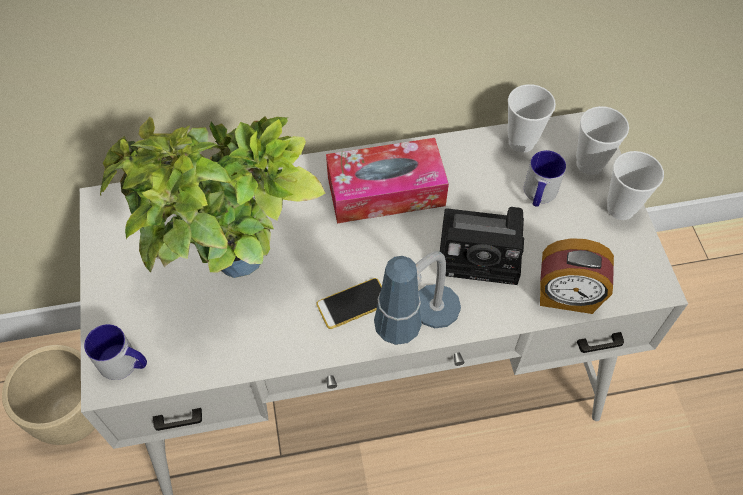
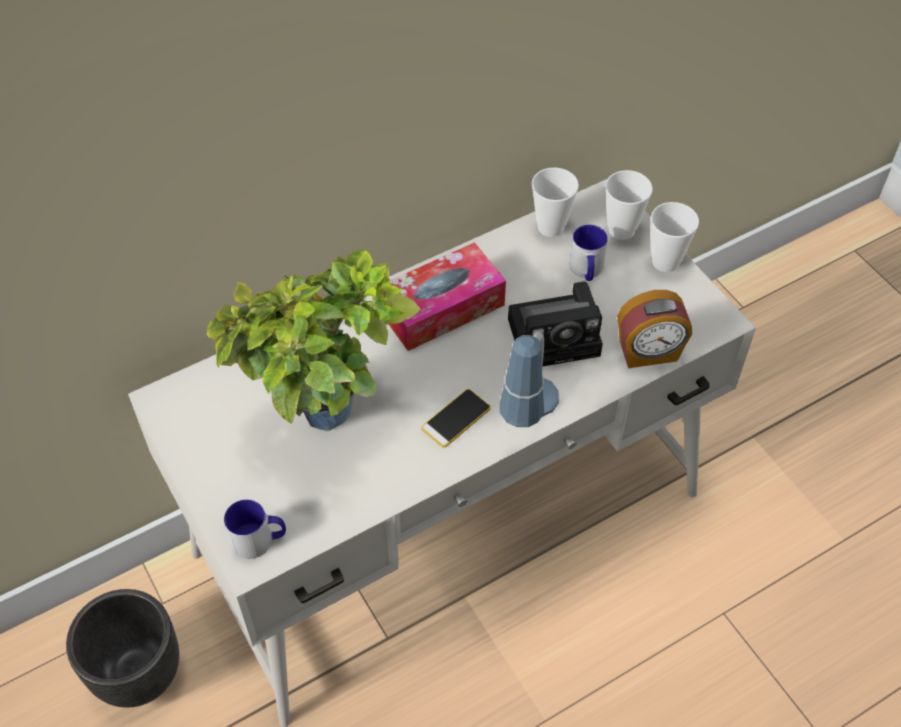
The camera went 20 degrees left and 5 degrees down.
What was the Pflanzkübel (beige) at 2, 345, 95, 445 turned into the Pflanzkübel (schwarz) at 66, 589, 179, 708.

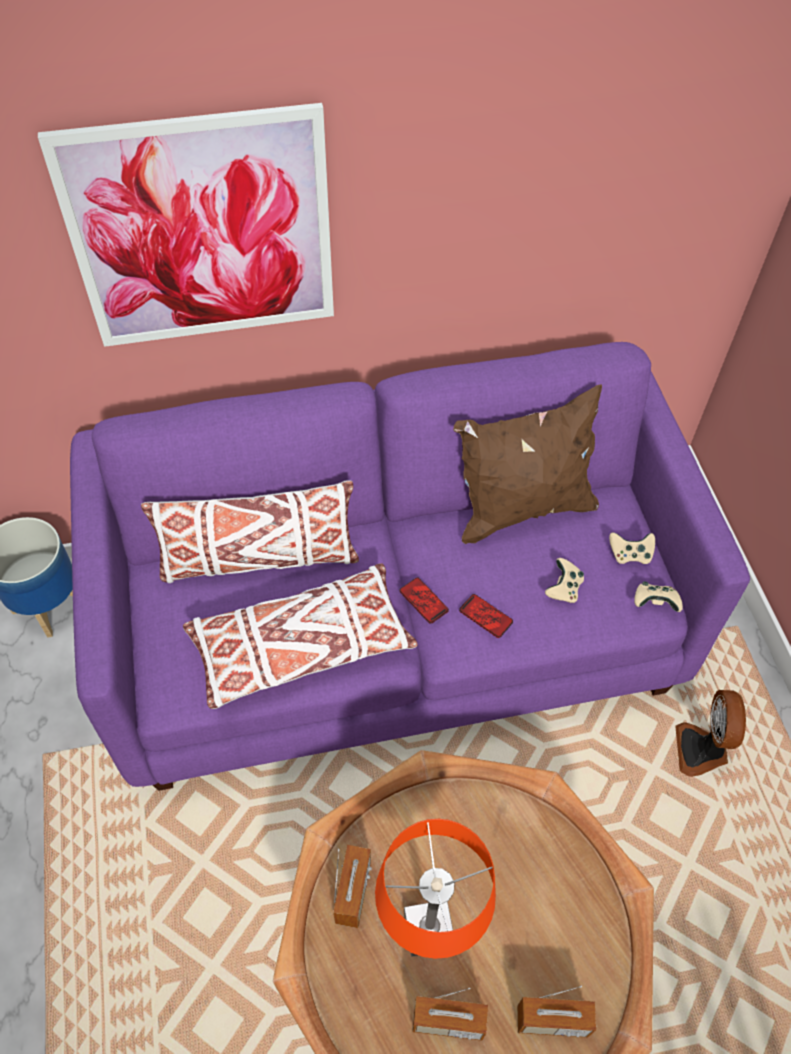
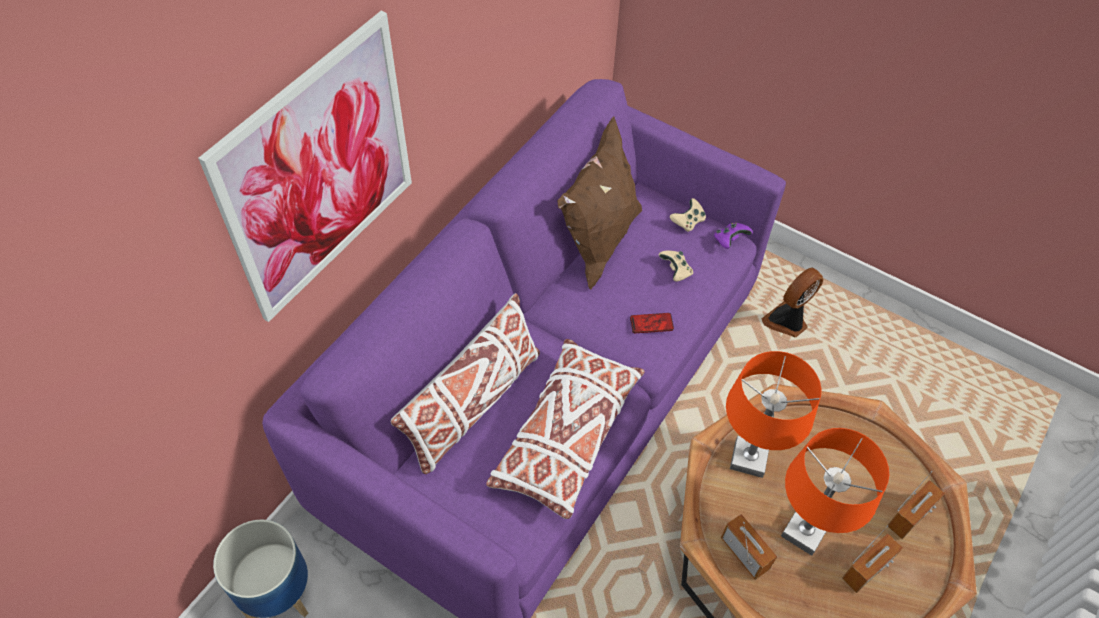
The camera went 45 degrees left and 0 degrees up.
The second view lost the Handy at 400, 577, 449, 624.
The second view gained the Tischlampe (orange) at 726, 351, 821, 478.
What was the Gamepad (beige) at 634, 581, 683, 612 turned into the Gamepad (lila) at 714, 223, 753, 249.
The Ventilator at 675, 690, 746, 777 ended up facing another way, 90 degrees clockwise from before.

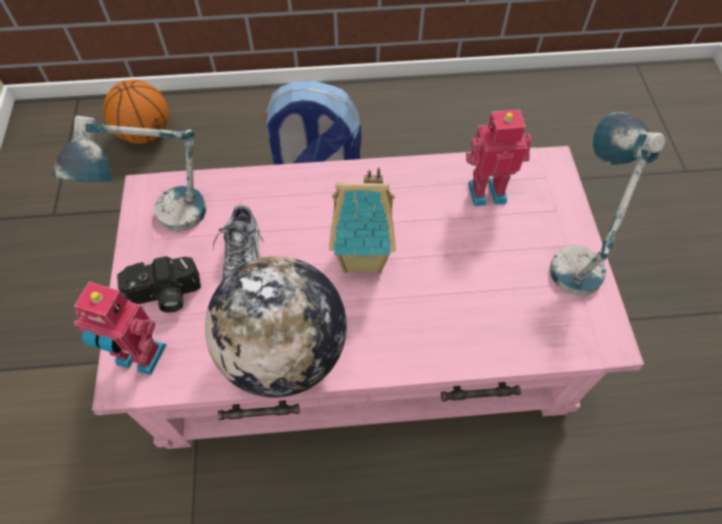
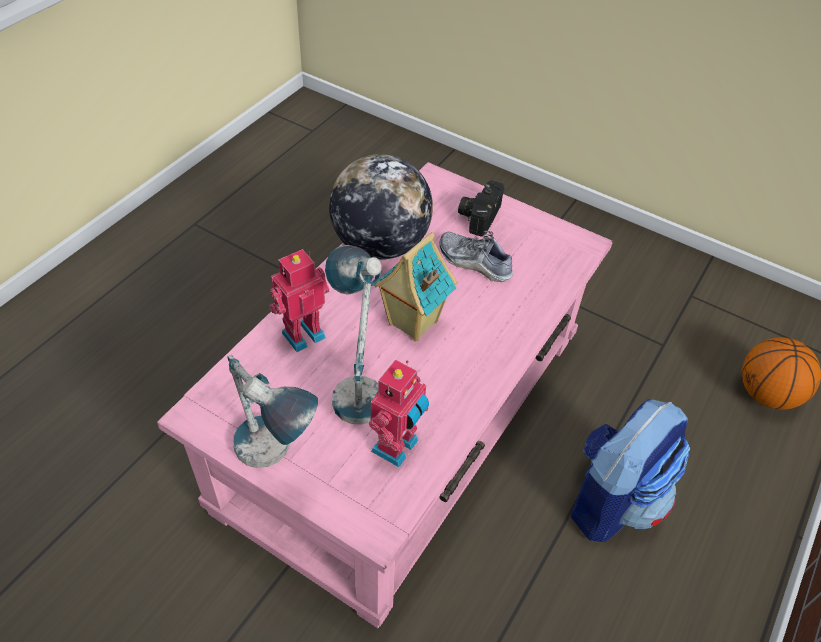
The camera went 125 degrees right and 10 degrees down.
The Tischlampe ended up elsewhere, having gone from 52, 116, 207, 232 to 325, 245, 382, 425.
The Spielzeugroboter ended up elsewhere, having gone from 74, 282, 167, 376 to 269, 249, 329, 352.

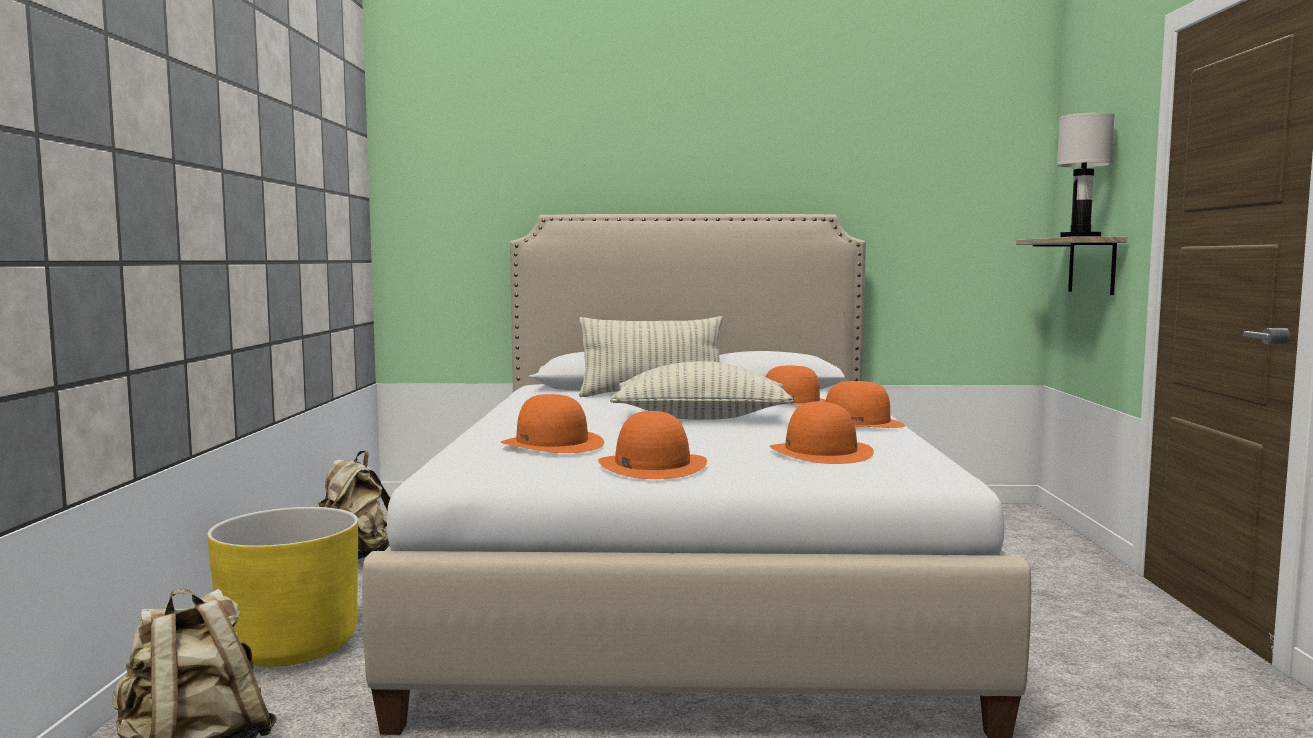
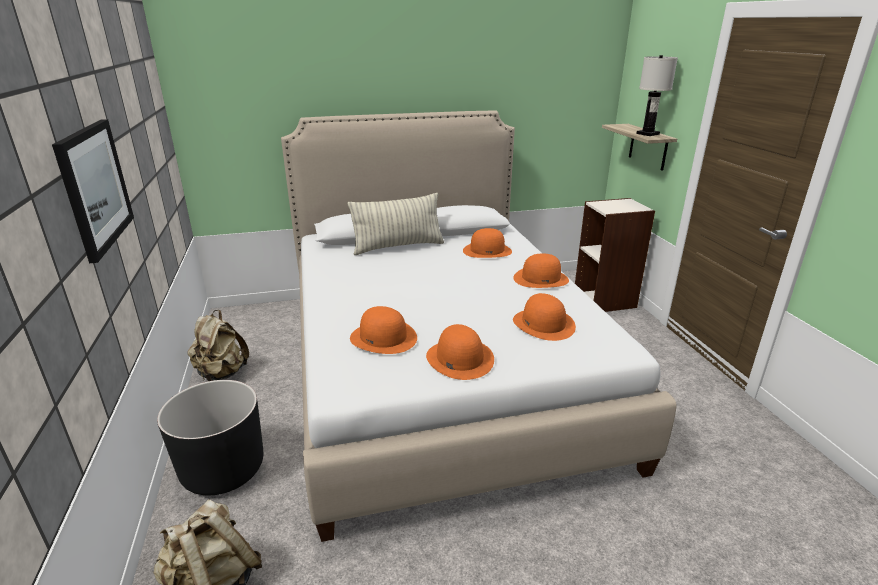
The camera went 15 degrees left and 20 degrees up.
The second view lost the Kissen at 610, 361, 794, 420.
The second view gained the Bild at 52, 119, 134, 263.
The second view gained the Bücherregal at 575, 198, 655, 312.
What was the Pflanzkübel (gelb) at 207, 507, 358, 667 turned into the Pflanzkübel (schwarz) at 157, 380, 263, 495.

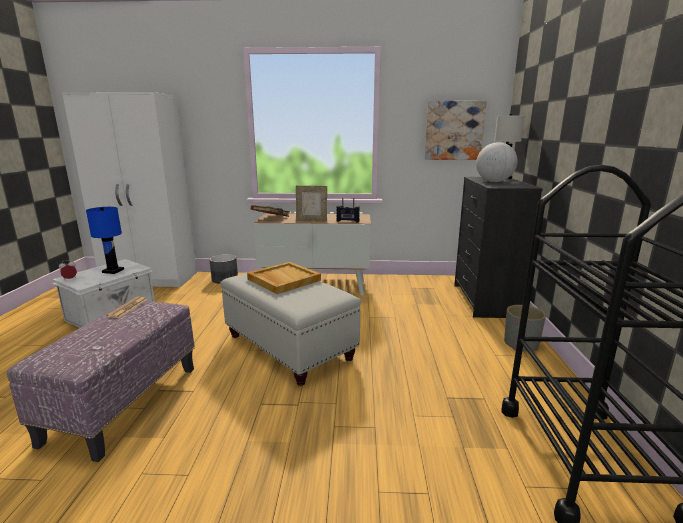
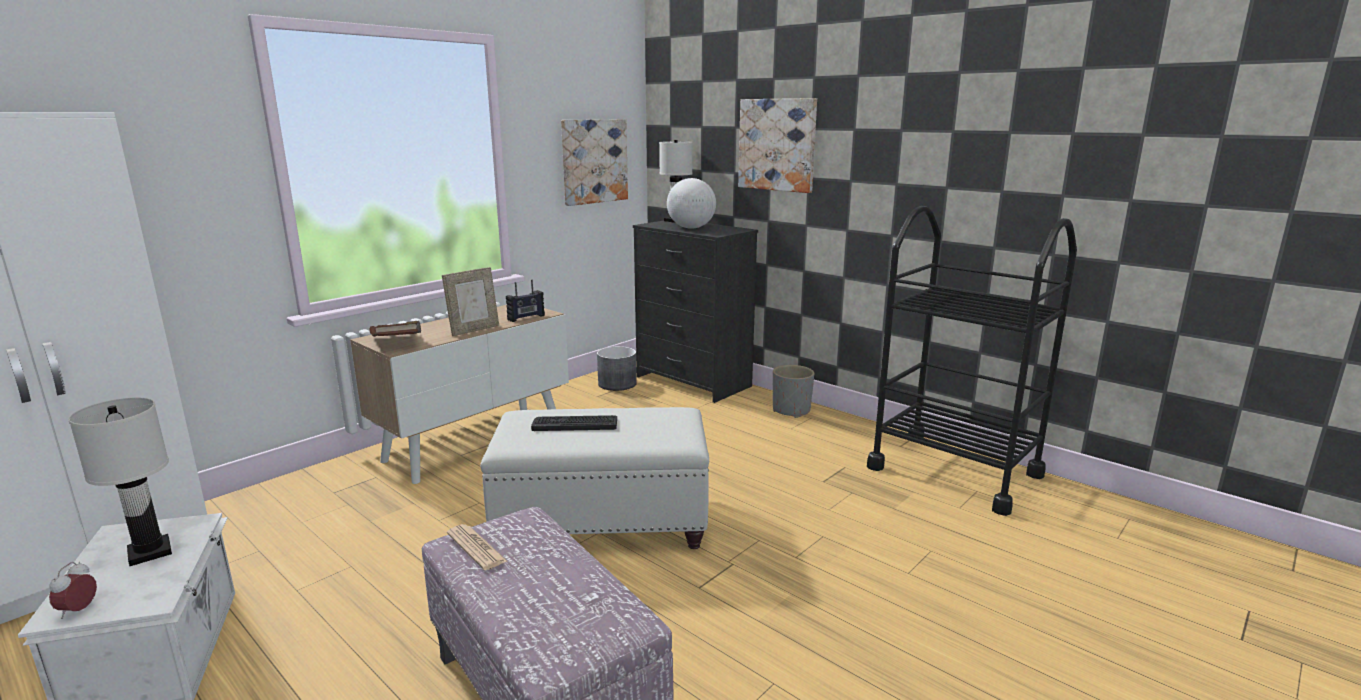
The camera went 50 degrees left and 0 degrees up.
The second view gained the Bild at 738, 98, 817, 193.
The Pflanzkübel (grau) ended up elsewhere, having gone from 209, 254, 238, 284 to 597, 346, 637, 391.
Where the Tablett (beige) stood at 247, 262, 321, 294, the Tastatur came to stand at 531, 415, 617, 431.
What was the Tischlampe (blau) at 86, 207, 124, 274 turned into the Tischlampe (weiß) at 68, 398, 172, 566.

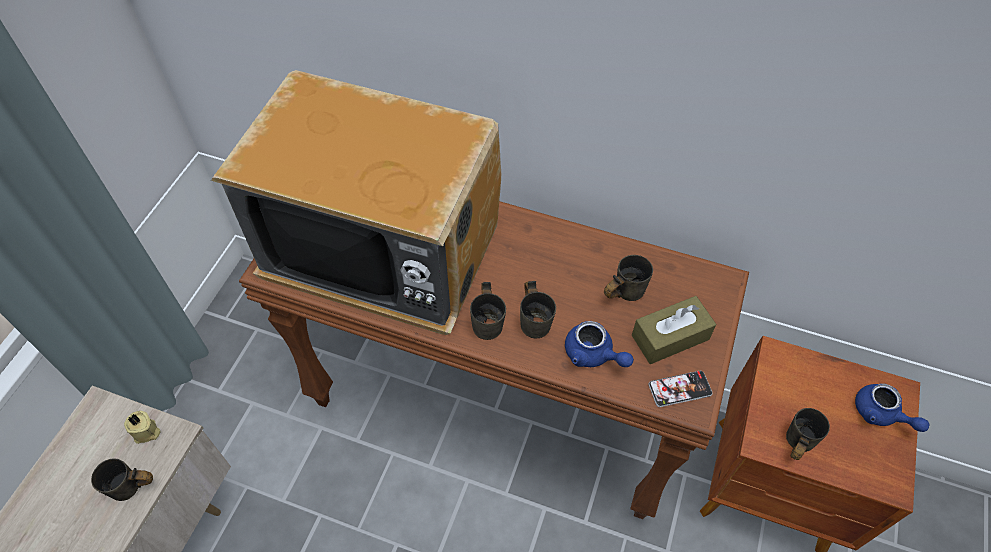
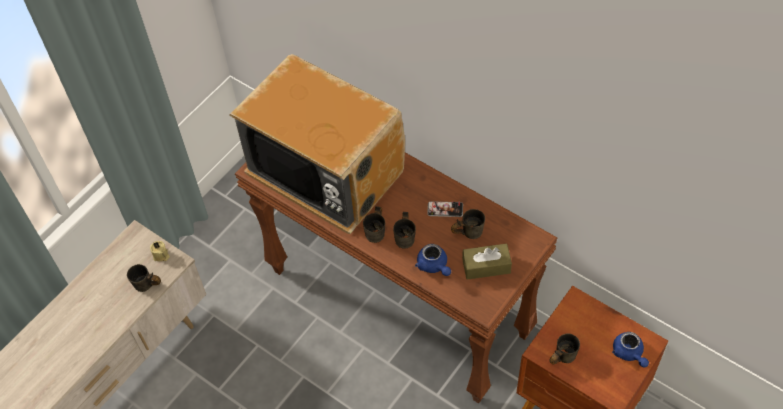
The camera went 20 degrees right and 0 degrees up.
The Handy ended up elsewhere, having gone from 649, 371, 713, 407 to 427, 201, 463, 217.

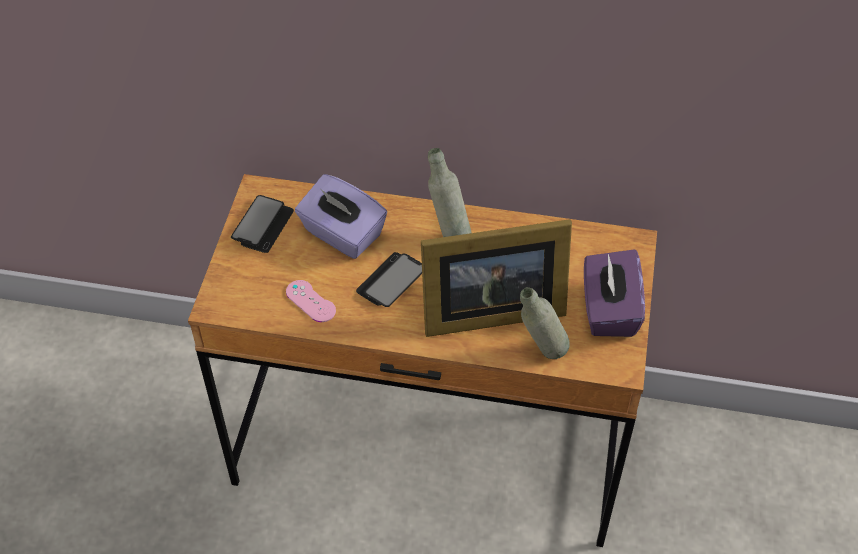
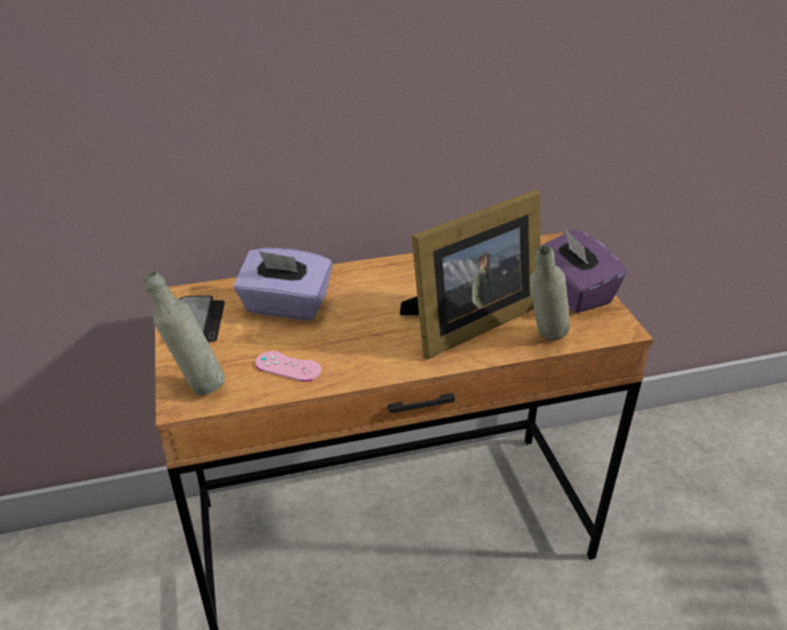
The camera went 25 degrees left and 15 degrees down.
The second view lost the Handy at 356, 252, 422, 307.
The Flasche (grau) ended up elsewhere, having gone from 428, 148, 472, 237 to 143, 271, 225, 395.

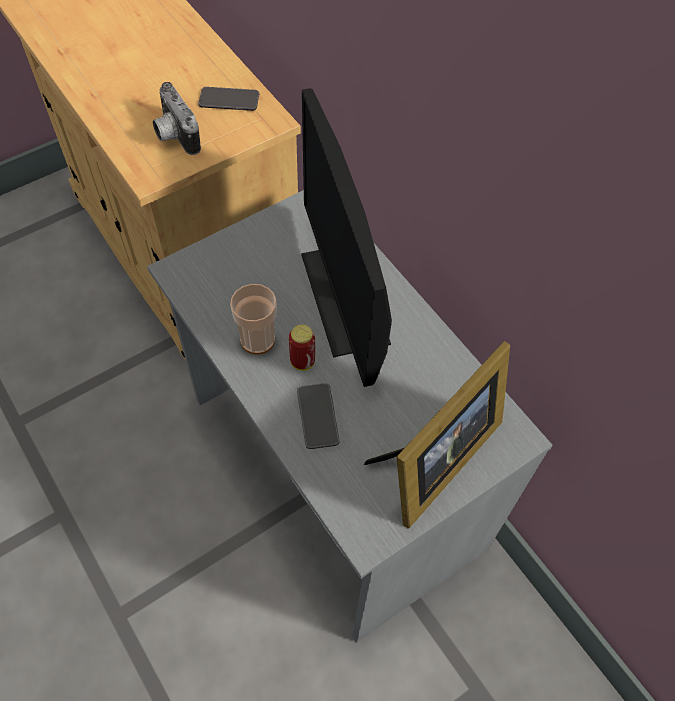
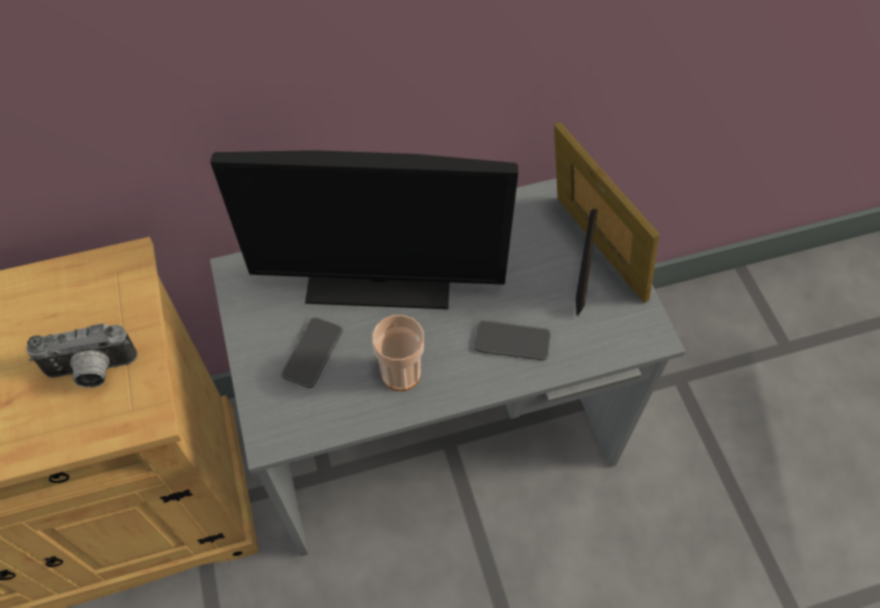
The camera went 70 degrees left and 0 degrees up.
The second view lost the Dose at 289, 324, 315, 371.
The Handy ended up elsewhere, having gone from 198, 87, 259, 111 to 281, 317, 343, 388.

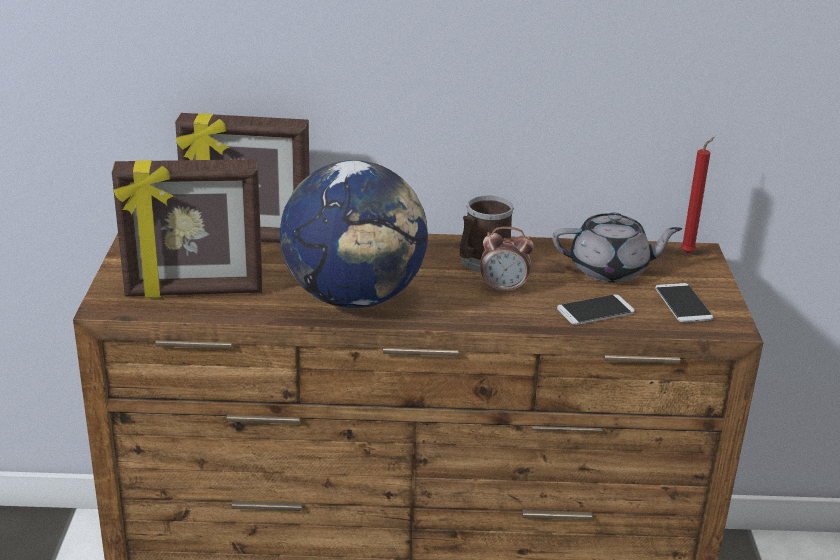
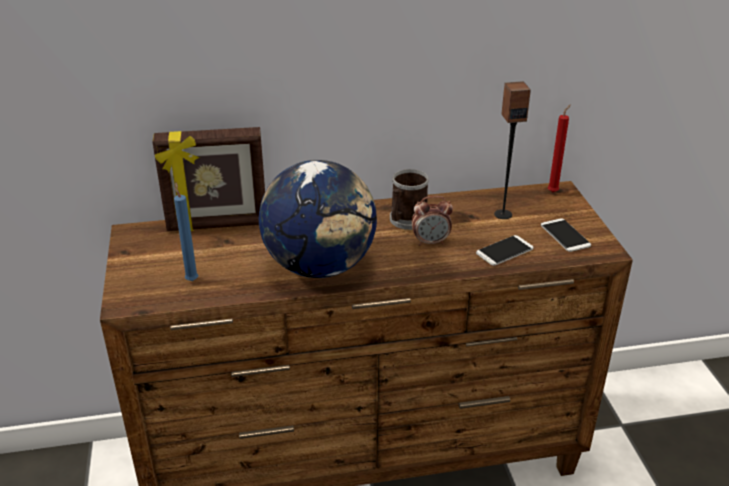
The camera went 10 degrees left and 5 degrees up.
Where the Bilderrahmen stood at 112, 159, 262, 298, the Kerze (blau) came to stand at 174, 182, 198, 281.
Where the Teekanne (grau) stood at 552, 212, 682, 282, the Lautsprecher came to stand at 494, 81, 531, 219.

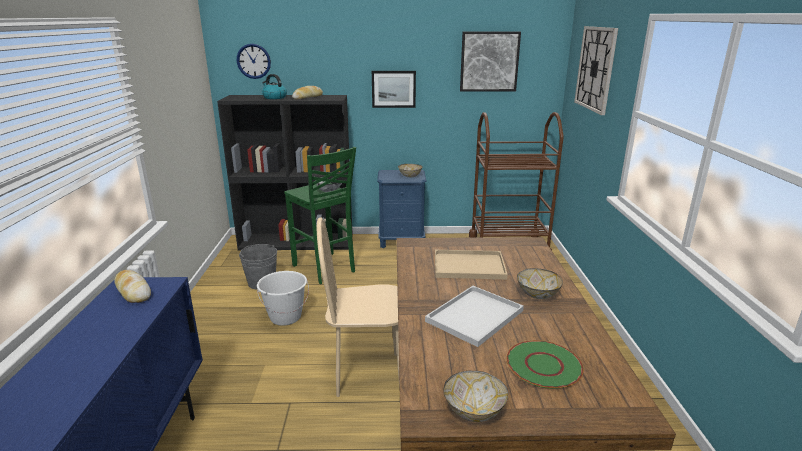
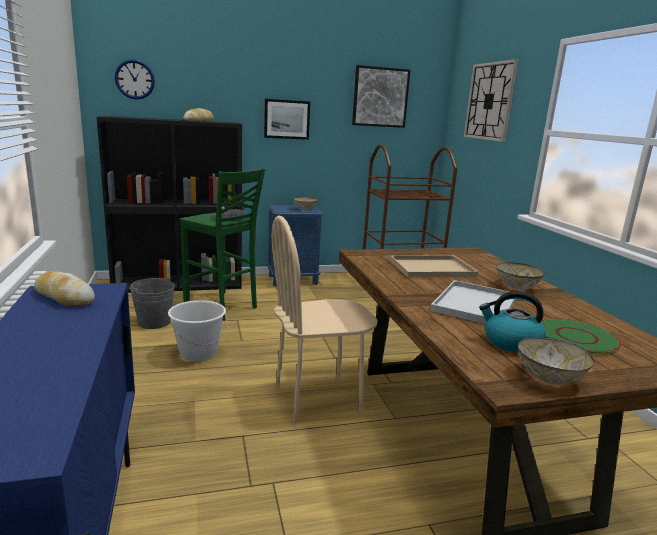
The camera went 15 degrees left and 5 degrees down.
The Wasserkessel ended up elsewhere, having gone from 262, 74, 287, 99 to 479, 291, 546, 353.

